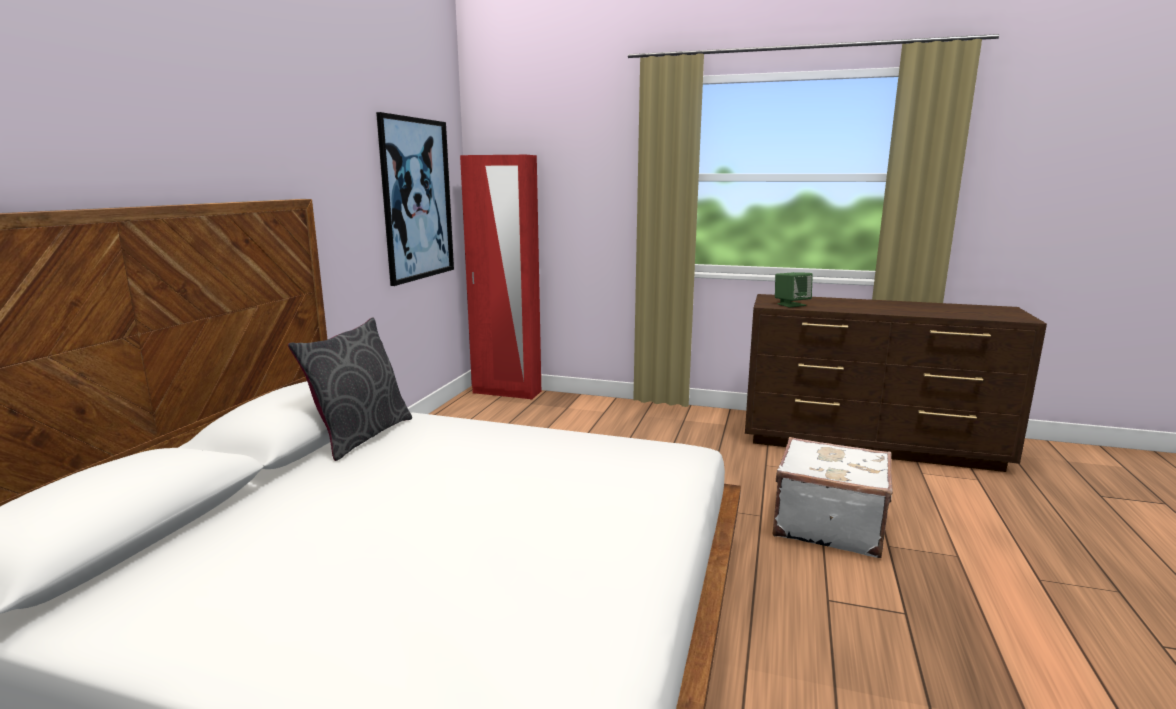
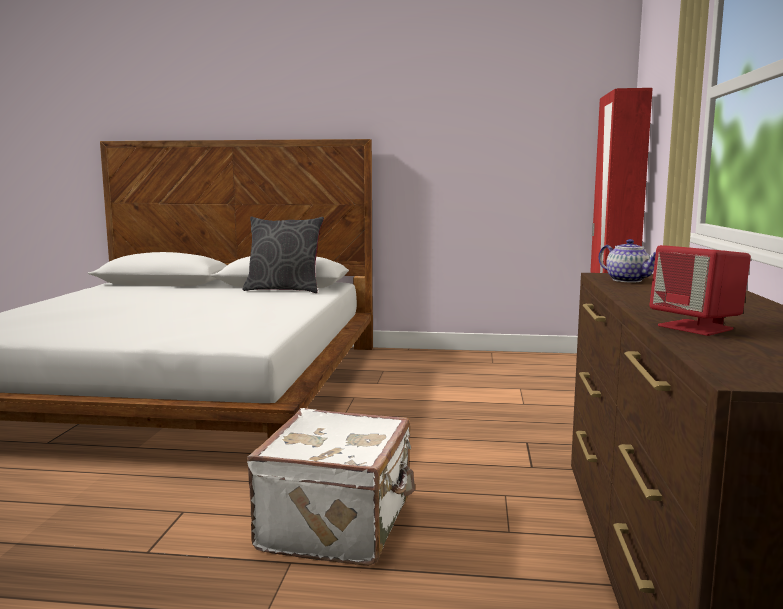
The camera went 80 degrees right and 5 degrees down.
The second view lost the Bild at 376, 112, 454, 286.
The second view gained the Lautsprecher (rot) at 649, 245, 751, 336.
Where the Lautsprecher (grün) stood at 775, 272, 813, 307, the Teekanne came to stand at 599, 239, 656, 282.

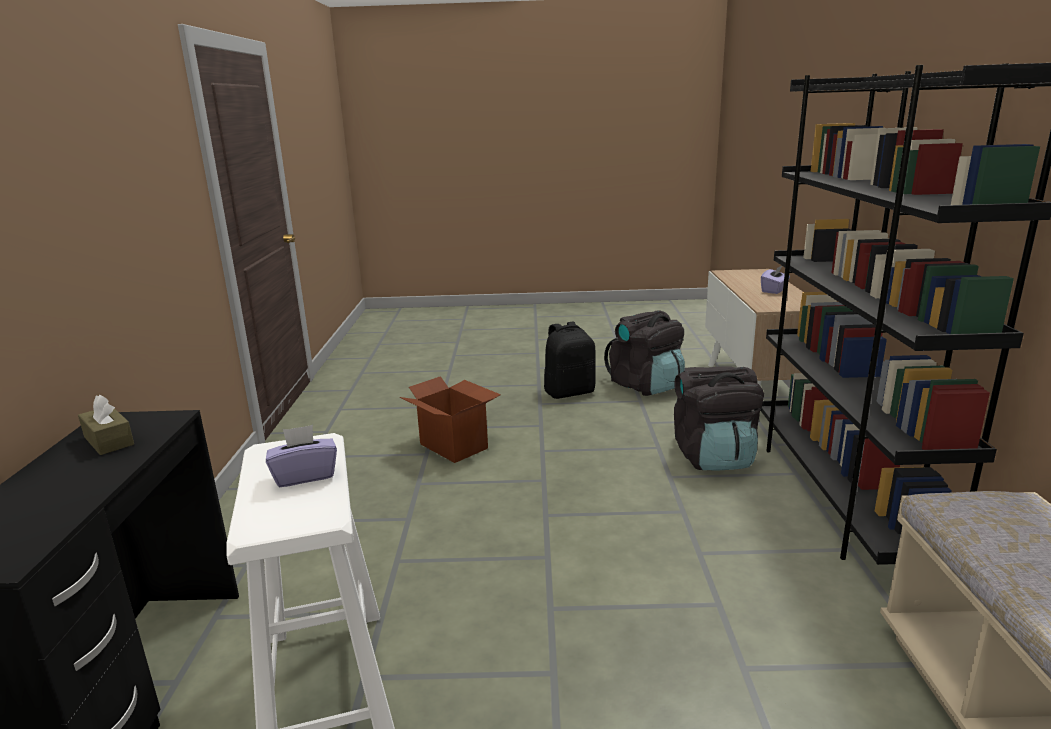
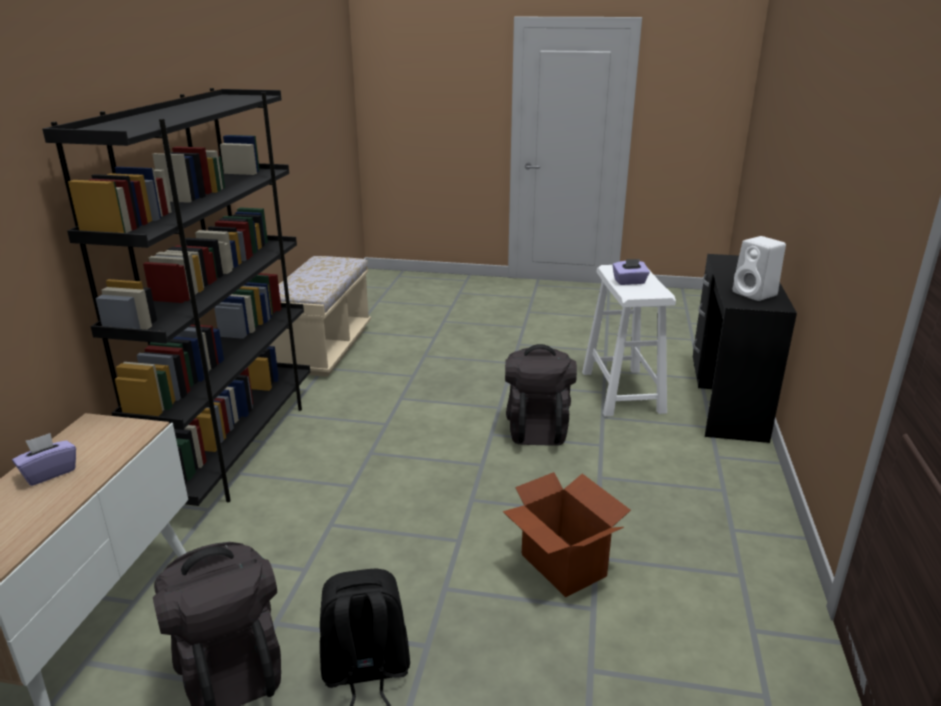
The camera went 170 degrees left and 5 degrees up.
The Rucksack (schwarz) ended up elsewhere, having gone from 674, 366, 764, 470 to 505, 344, 577, 446.
Where the Taschentuchbox (braun) stood at 78, 394, 134, 455, the Lautsprecher (weiß) came to stand at 733, 236, 786, 301.

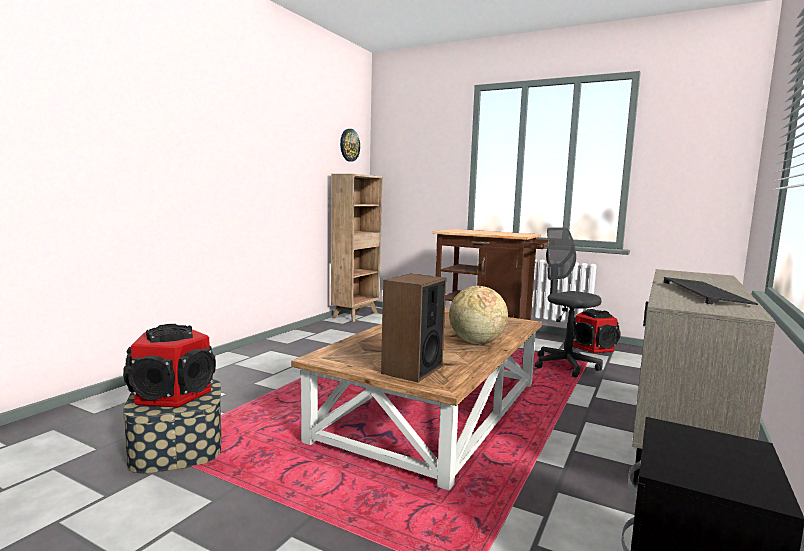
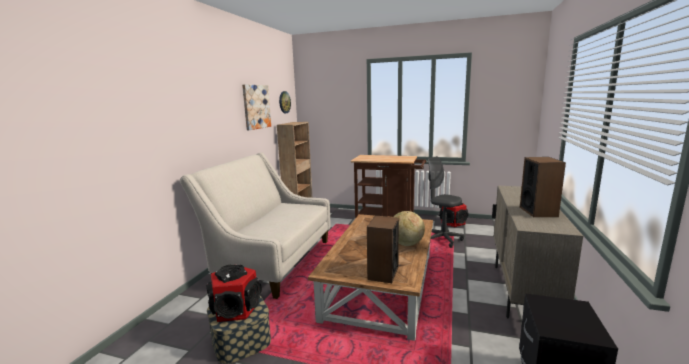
The camera went 10 degrees left and 5 degrees up.
The second view gained the Sofa (beige) at 180, 152, 331, 299.
The second view gained the Bild at 242, 84, 271, 130.
Where the Tastatur stood at 664, 277, 758, 305, the Lautsprecher came to stand at 520, 157, 566, 217.

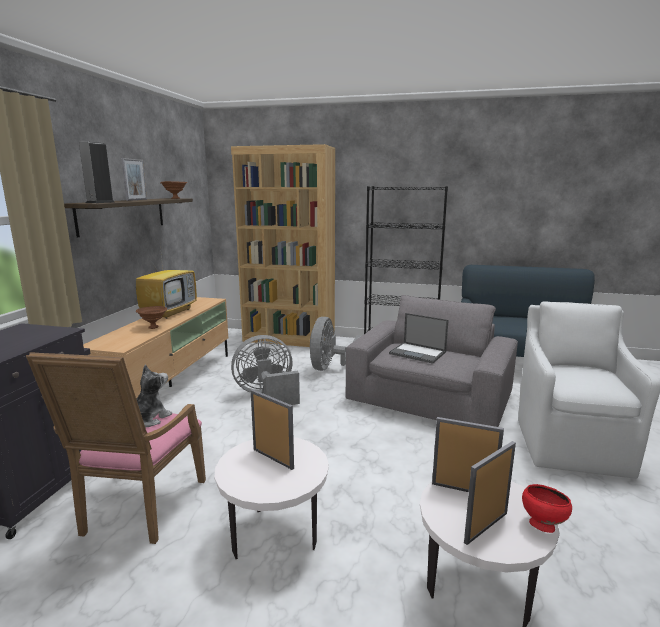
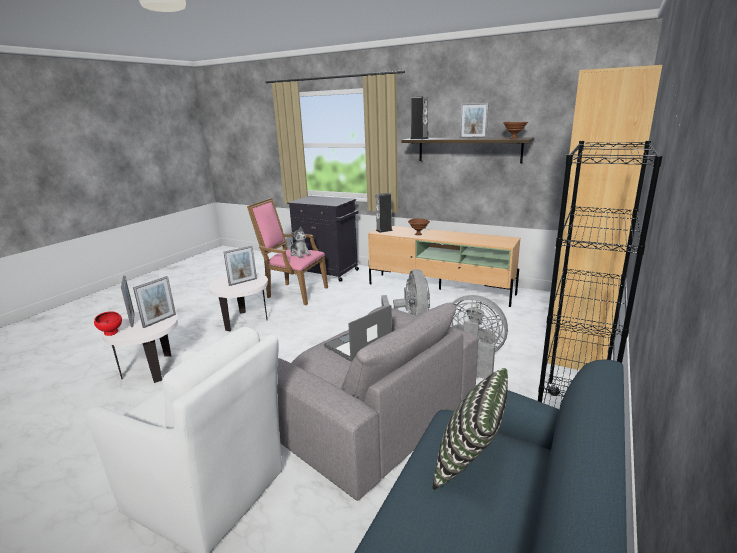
The camera went 105 degrees right and 5 degrees up.
The second view lost the Fernseher at 136, 247, 197, 319.
The second view gained the Lautsprecher at 376, 193, 393, 233.
The second view gained the Kissen at 432, 368, 508, 490.

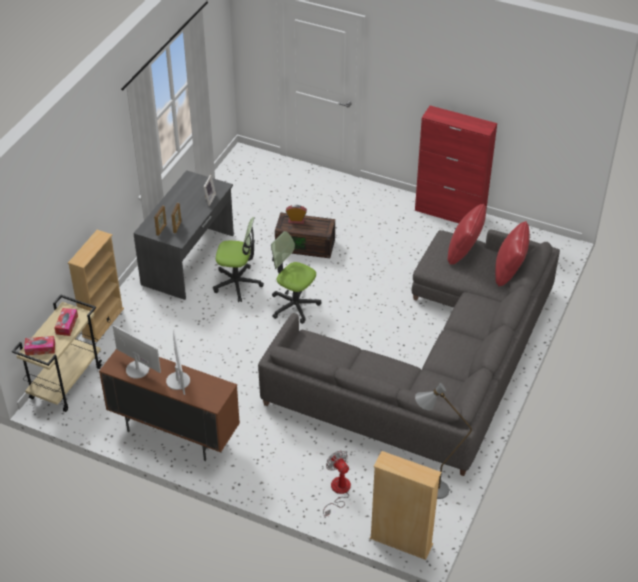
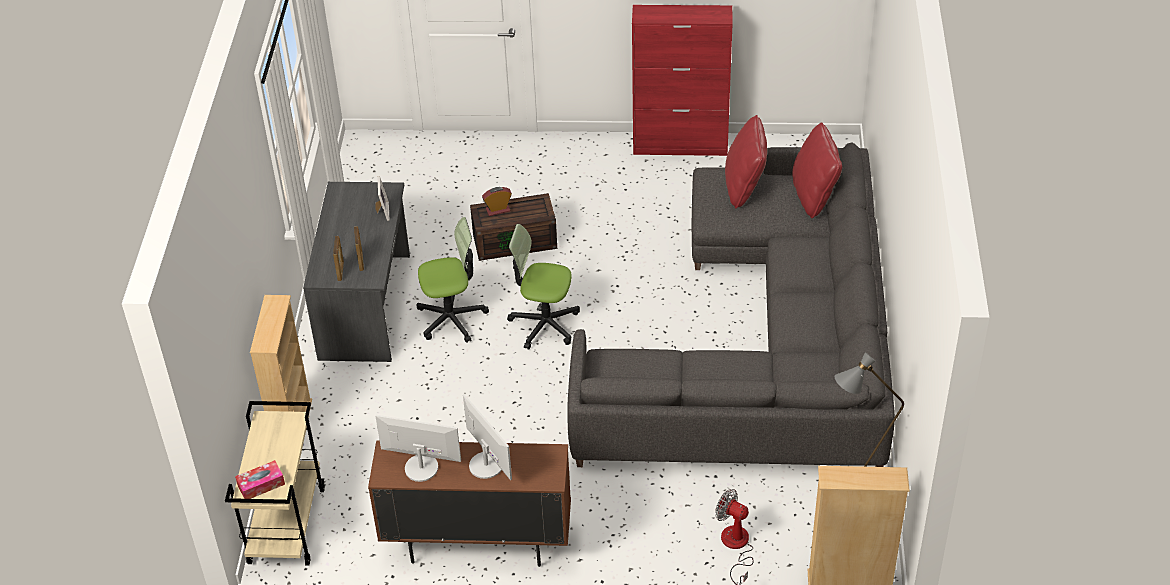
The camera went 20 degrees left and 0 degrees up.
The second view lost the Taschentuchbox at 54, 308, 78, 336.

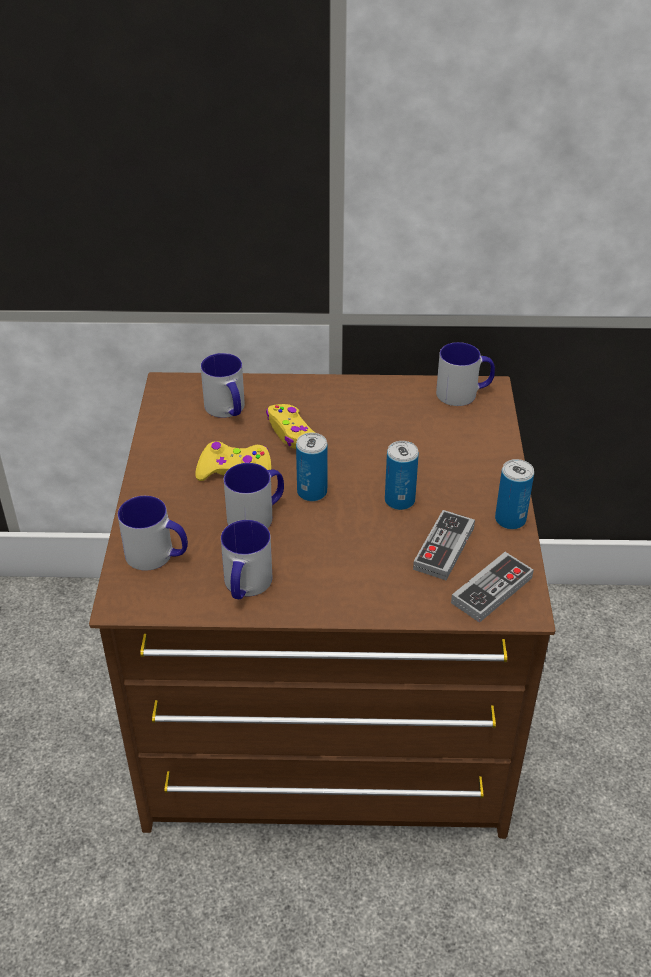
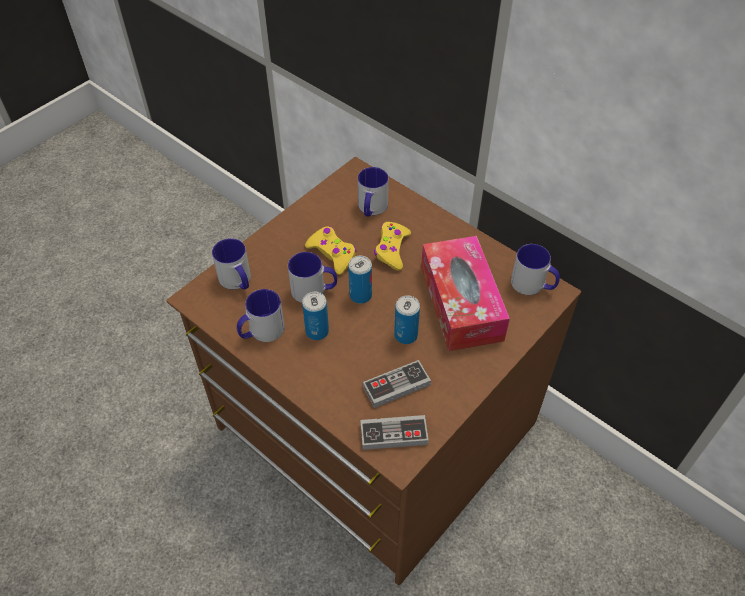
The camera went 40 degrees right and 10 degrees up.
The second view gained the Taschentuchbox at 421, 236, 510, 351.
The Dose ended up elsewhere, having gone from 495, 459, 534, 529 to 302, 292, 329, 340.

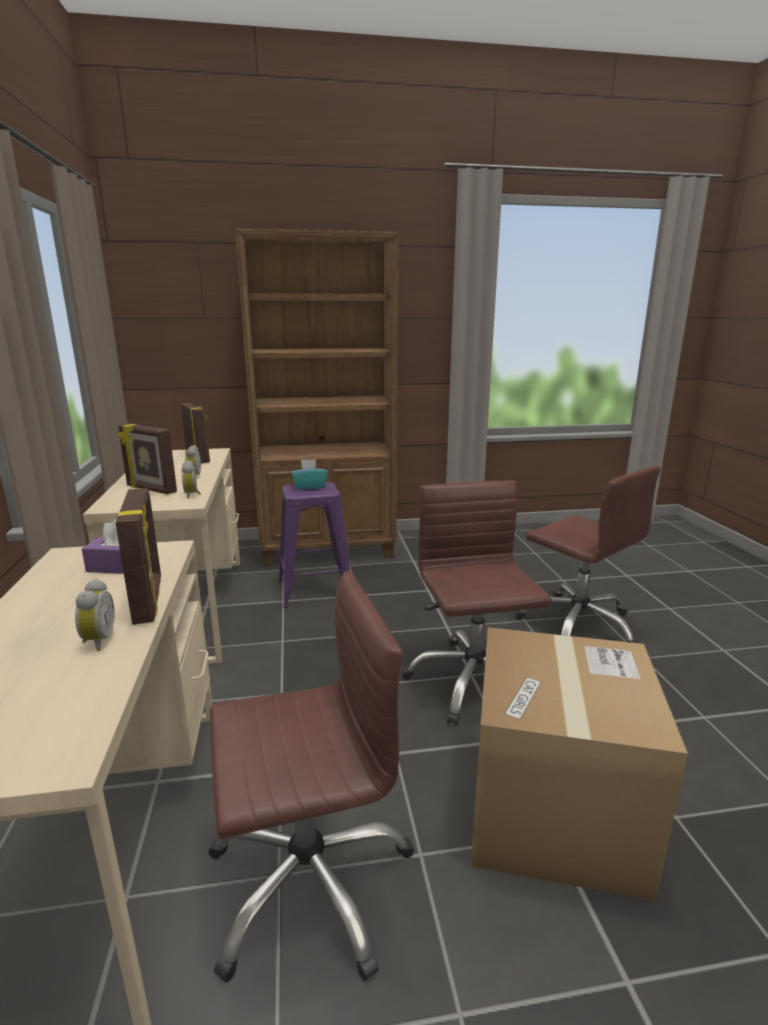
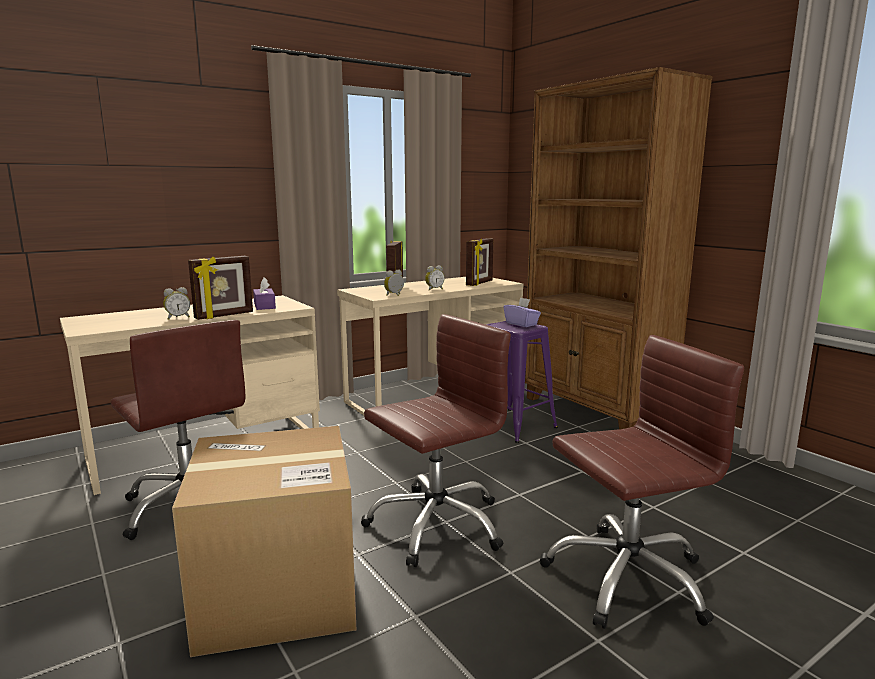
The camera went 65 degrees right and 5 degrees down.
What was the Taschentuchbox (türkis) at 291, 459, 328, 490 turned into the Taschentuchbox (lila) at 503, 297, 541, 327.
The Bürostuhl (braun) at 516, 466, 661, 643 ended up facing another way, 135 degrees counterclockwise from before.

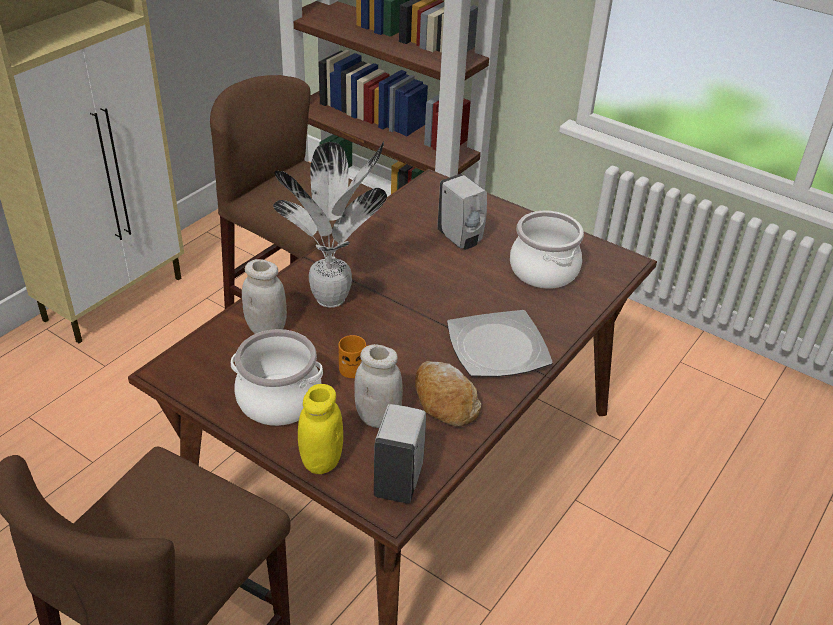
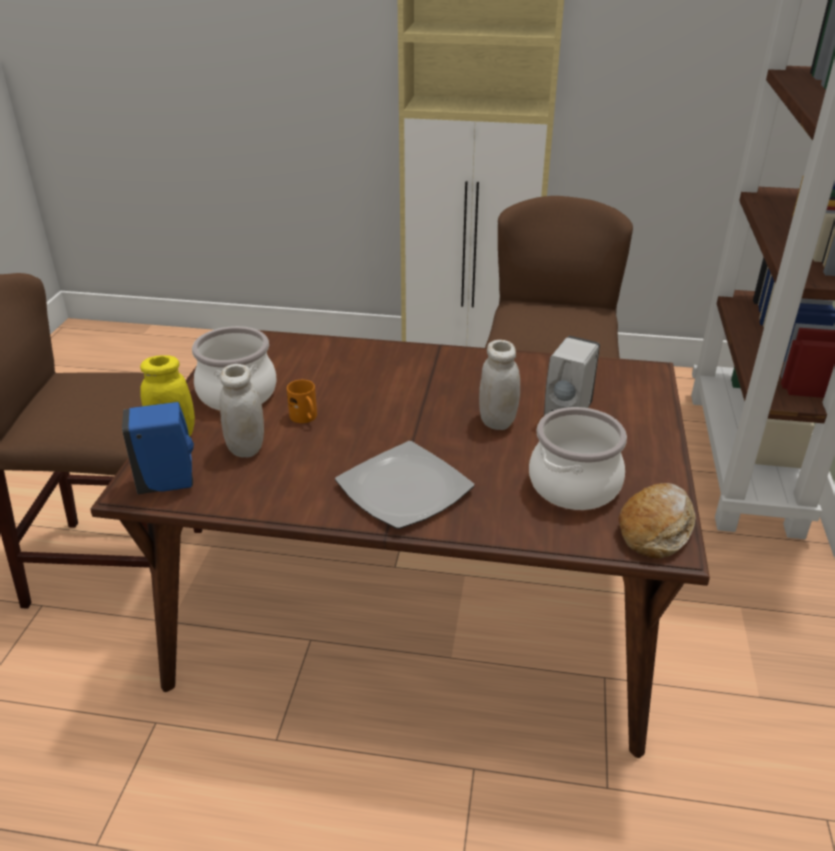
The camera went 65 degrees right and 5 degrees down.
The second view lost the Topfpflanze at 273, 141, 387, 308.
The Vorratsglas (weiß) ended up elsewhere, having gone from 242, 259, 287, 334 to 479, 340, 520, 430.
The Brot ended up elsewhere, having gone from 415, 361, 481, 426 to 619, 483, 696, 559.
What was the Seifenspender (weiß) at 374, 404, 426, 504 turned into the Seifenspender (blau) at 122, 402, 194, 494.

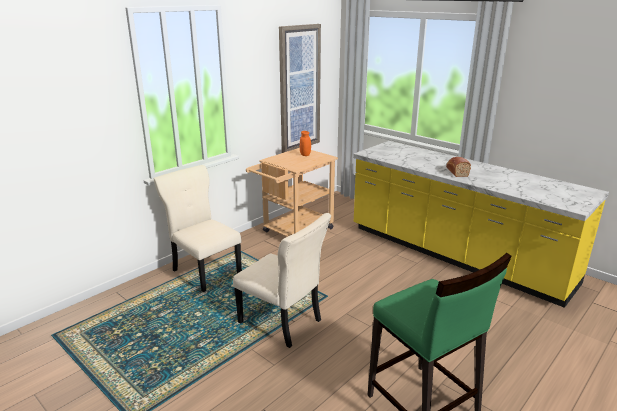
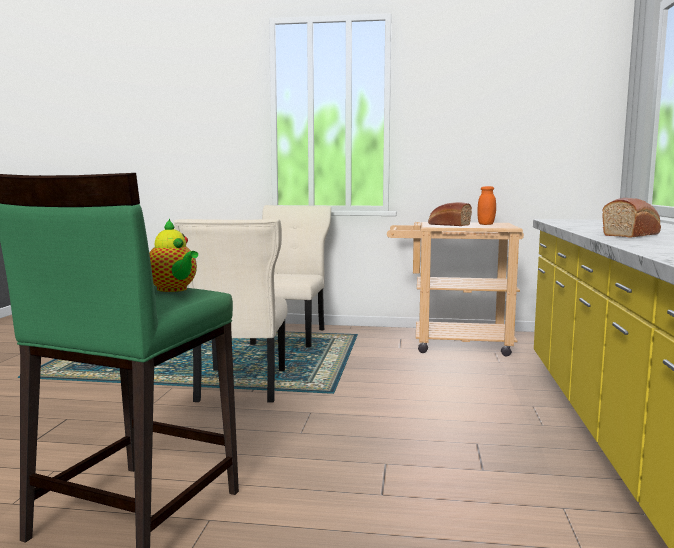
The camera went 55 degrees right and 15 degrees down.
The second view lost the Bild at 279, 24, 321, 153.
The second view gained the Teekanne at 149, 219, 198, 292.
The second view gained the Brot at 428, 202, 472, 226.

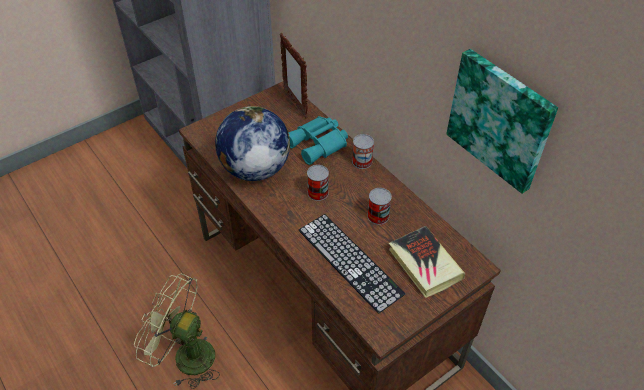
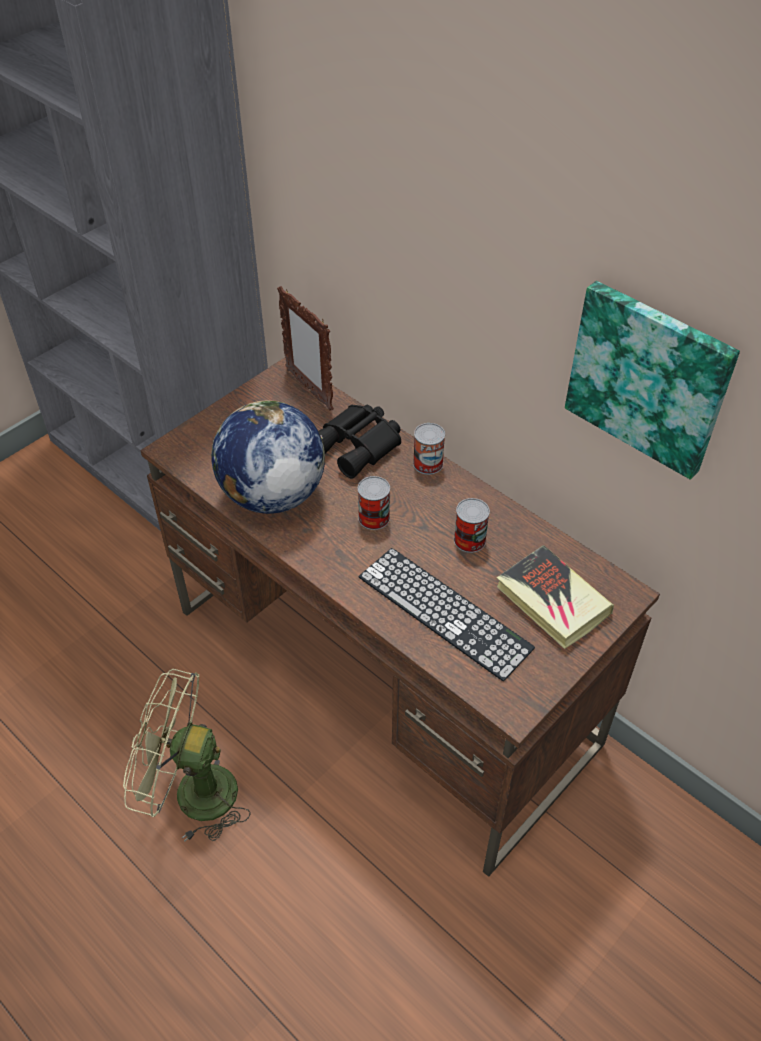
The camera went 10 degrees left and 0 degrees up.
What was the Fernglas (türkis) at 288, 116, 348, 165 turned into the Fernglas (schwarz) at 318, 405, 401, 478.

